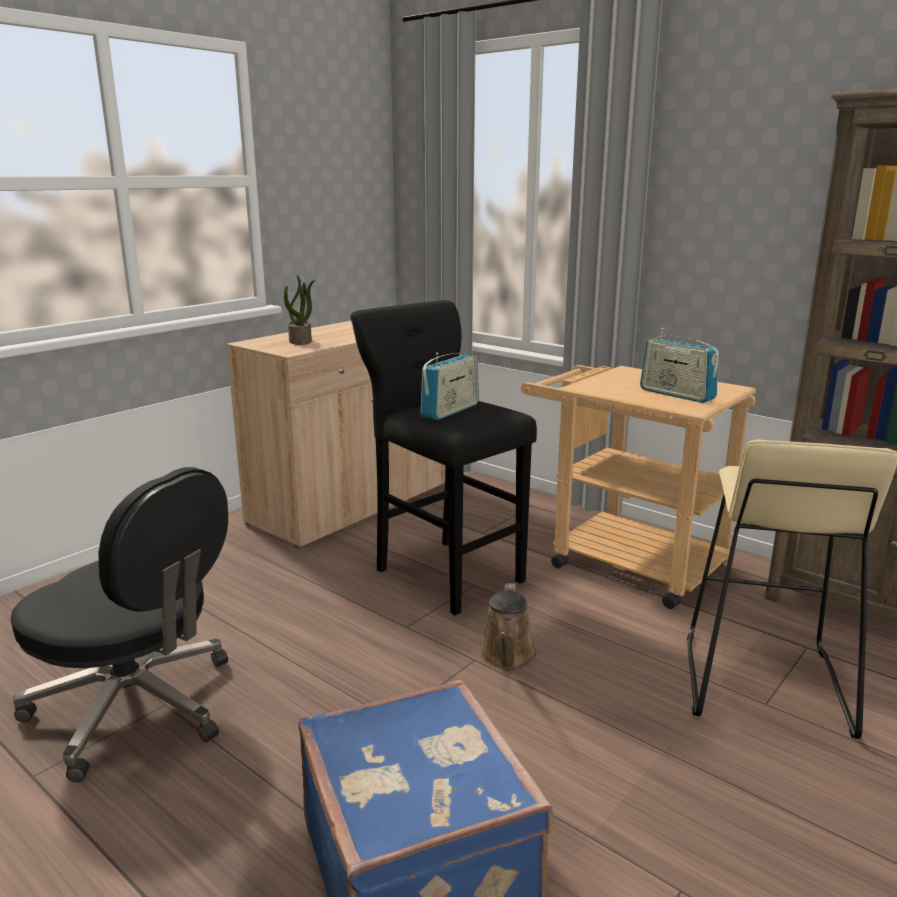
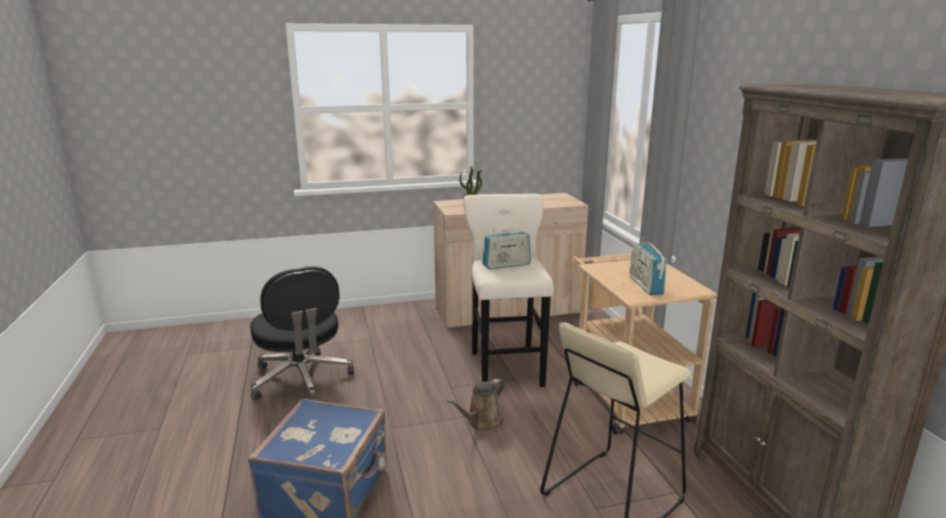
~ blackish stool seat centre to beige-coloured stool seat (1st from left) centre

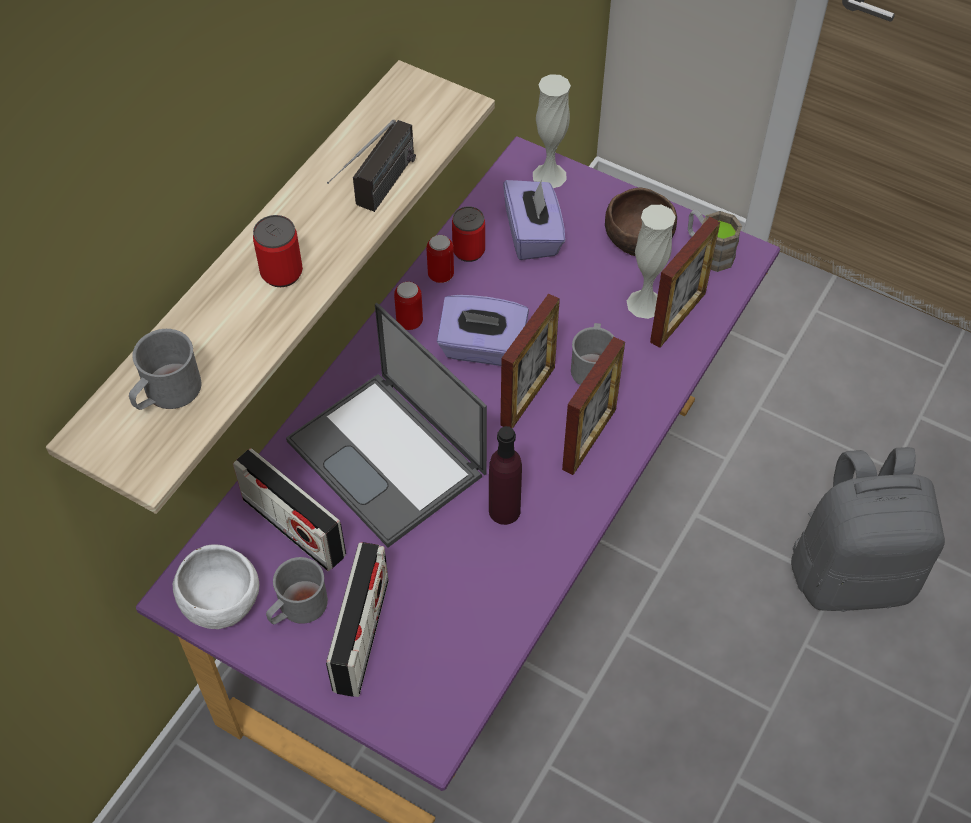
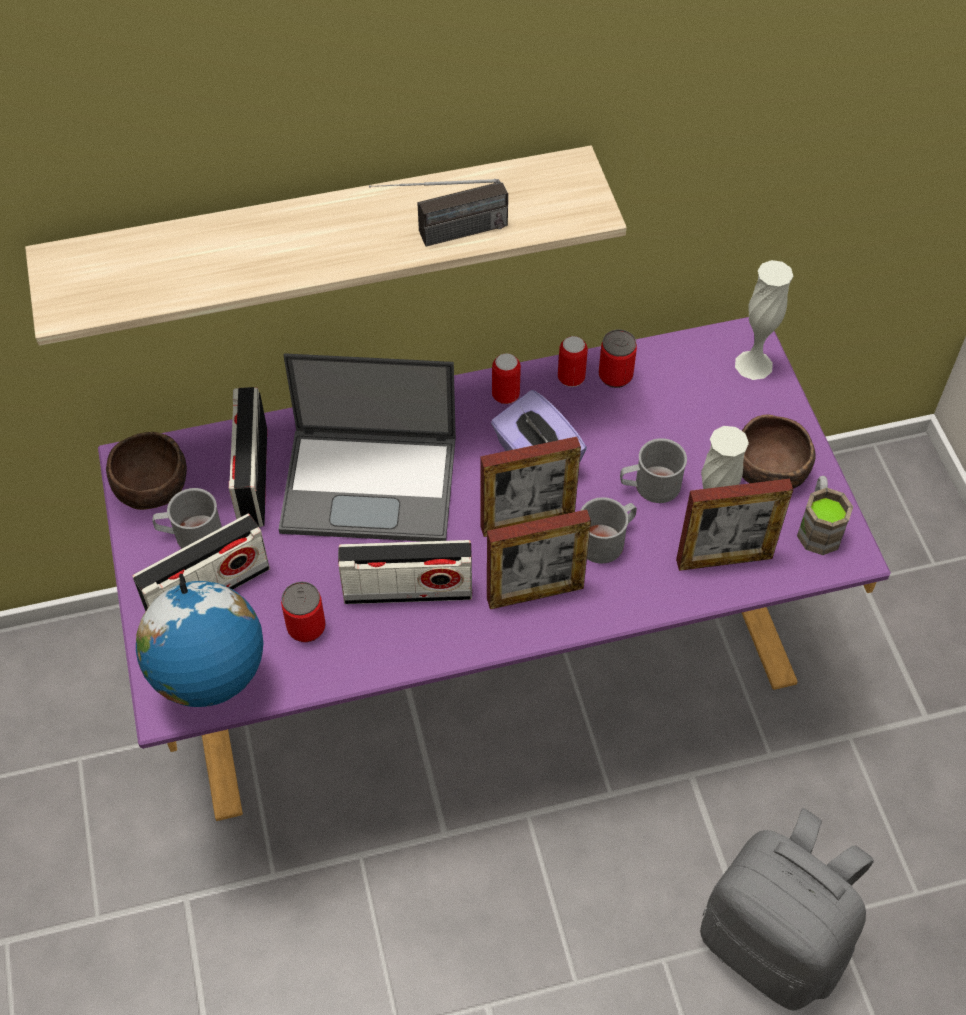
- purple box of tissues (2nd from left) top centre
~ can (1st from left) top left to middle left
~ notebook computer centre = centre 90 degrees counterclockwise
~ gray mug (1st from left in the first image) middle left to gray mug (3rd from left) middle right
~ purple beverage bottle centre to radio (3rd from left) centre
~ white bowl bottom left to brownish bowl (1st from left) middle left
+ globe middle left

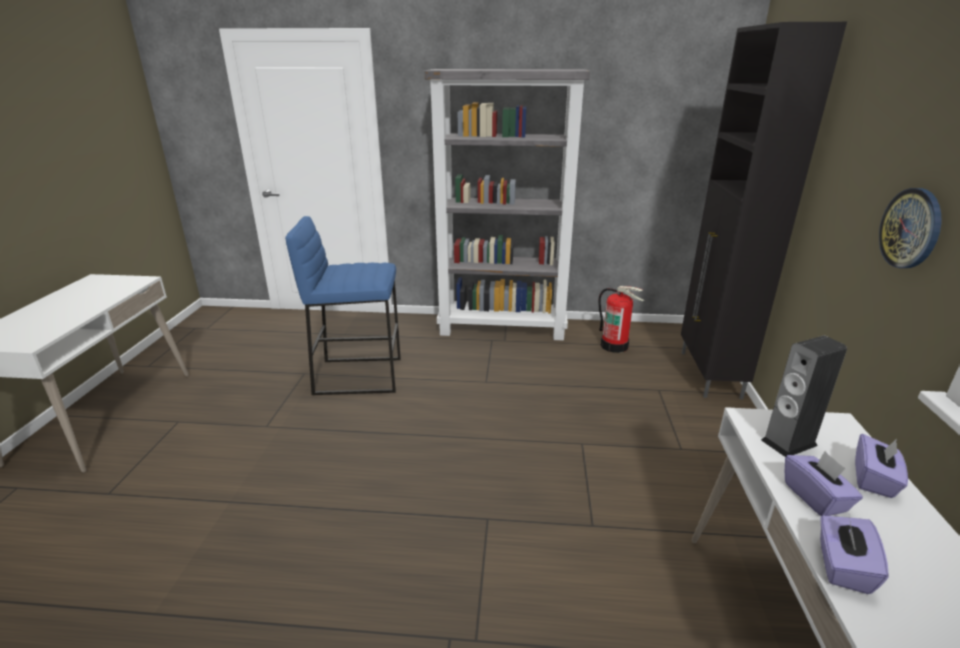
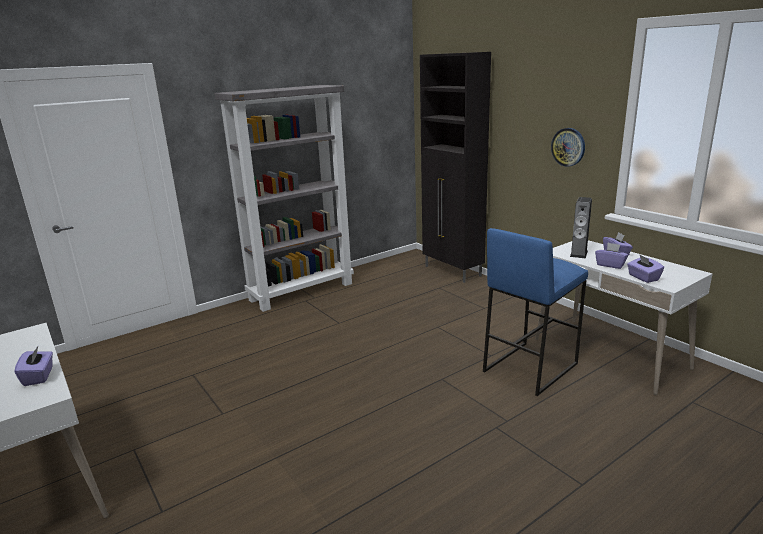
~ bluish stool seat centre to middle right
- fire-fighting cylinder centre
+ purple box of tissues (1st from left) bottom left

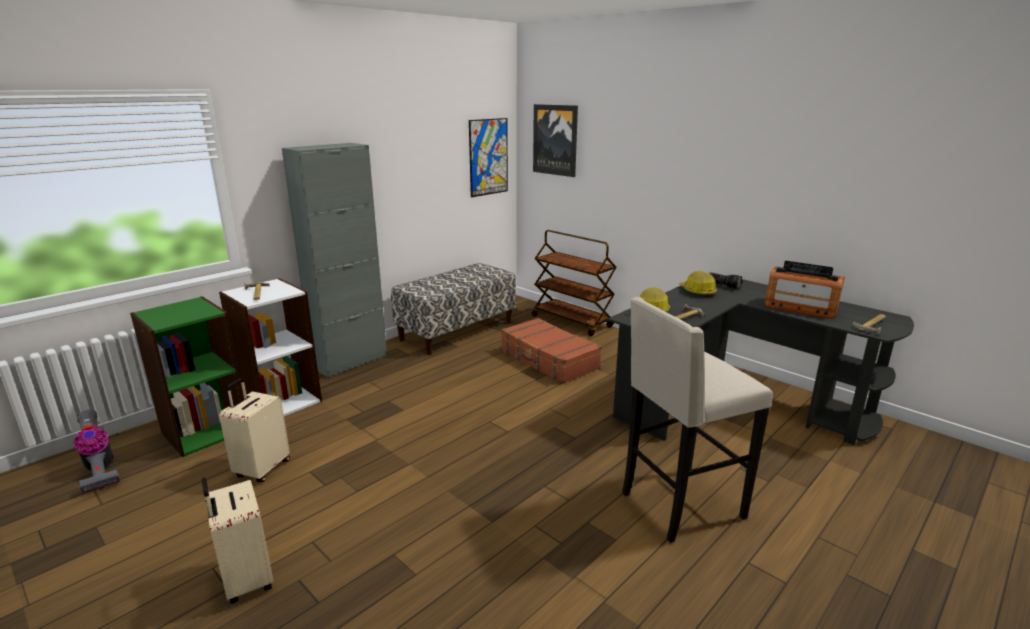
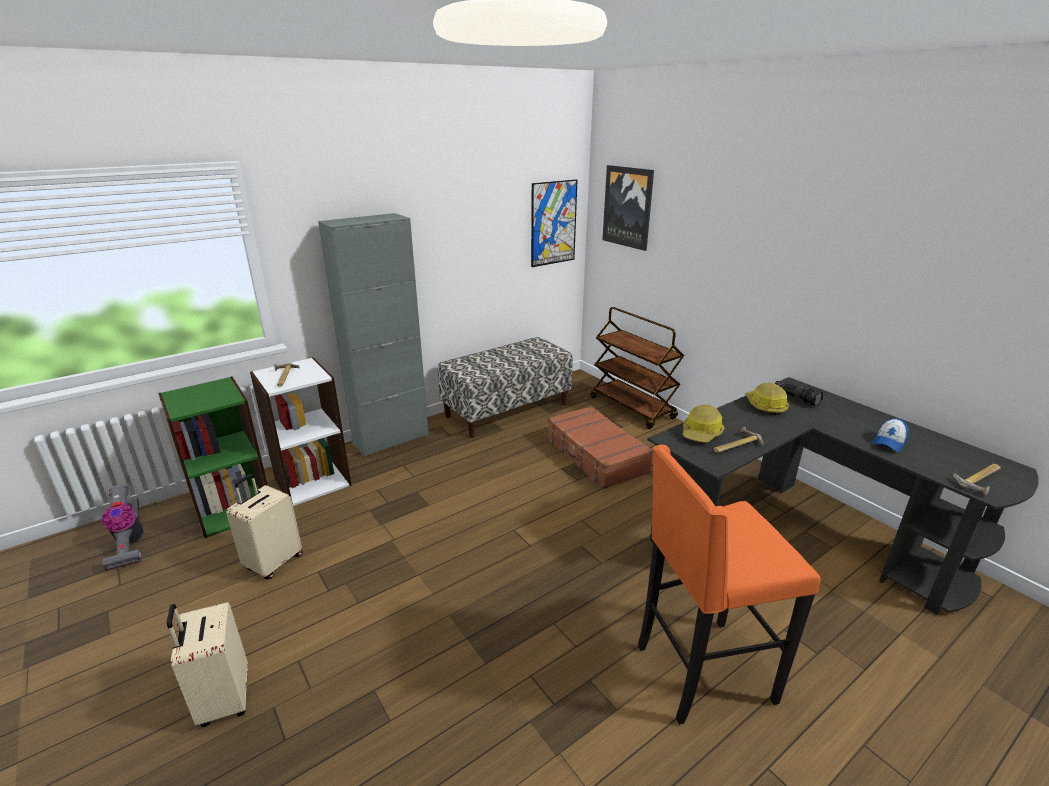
~ radio middle right to peaked cap middle right
~ beige-coloured stool seat bottom right to orangey stool seat bottom right

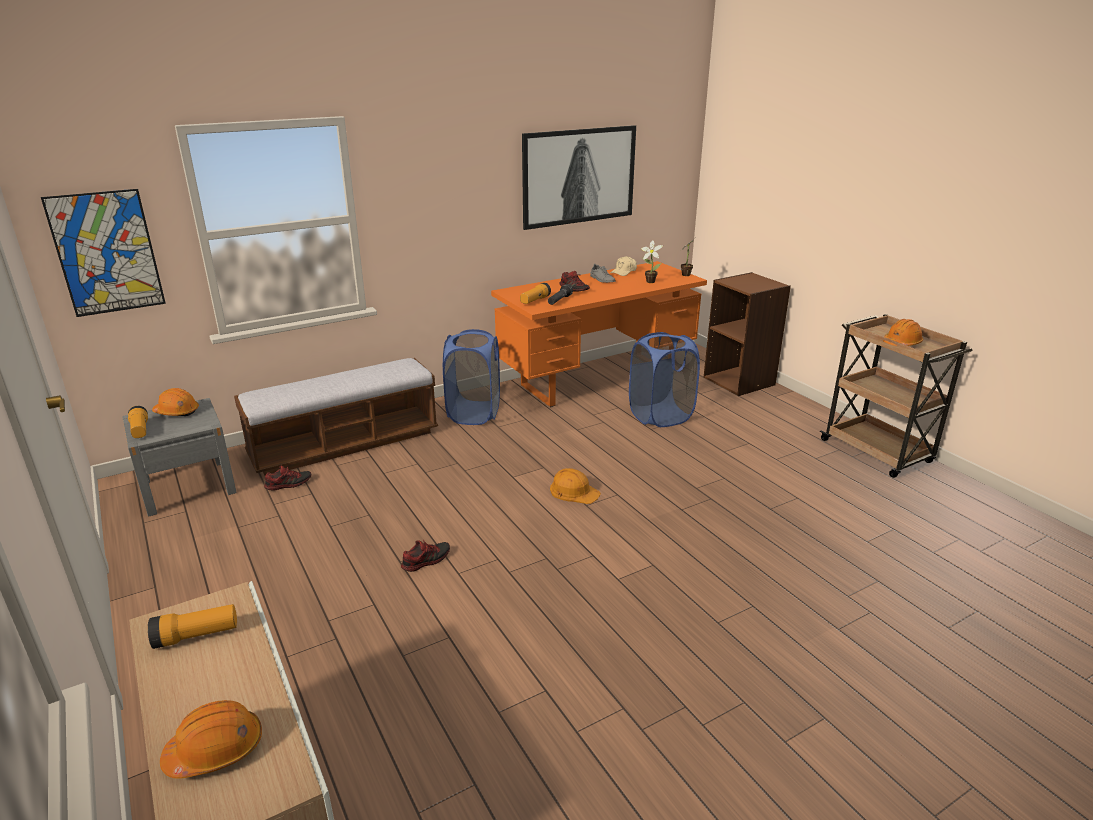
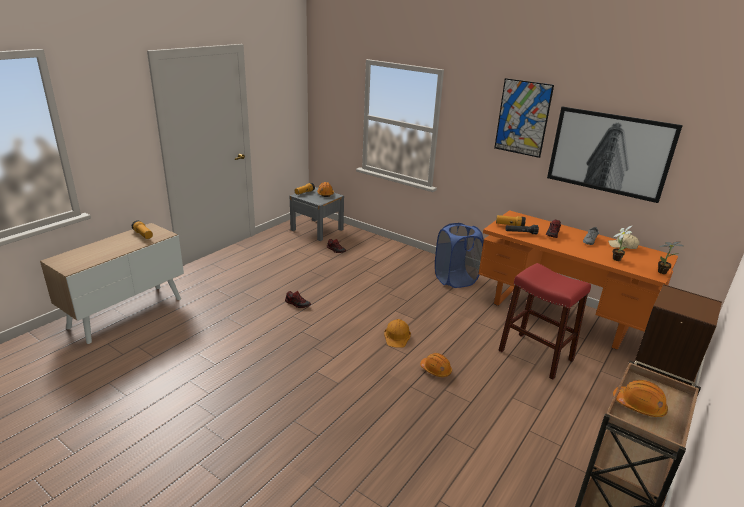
~ picture (1st from left) top left to top right
~ bluish hamper (2nd from left) centre to red-coloured stool seat middle right
- bench middle left
~ orangey work helmet (2nd from left in the first image) bottom left to orangey work helmet (3rd from left) bottom centre

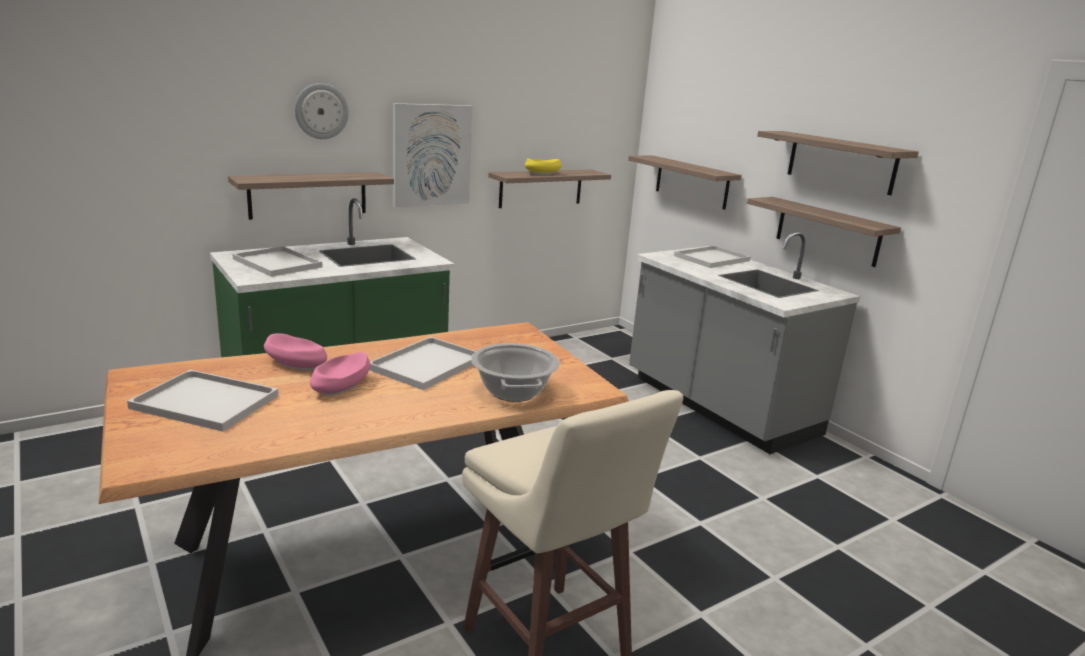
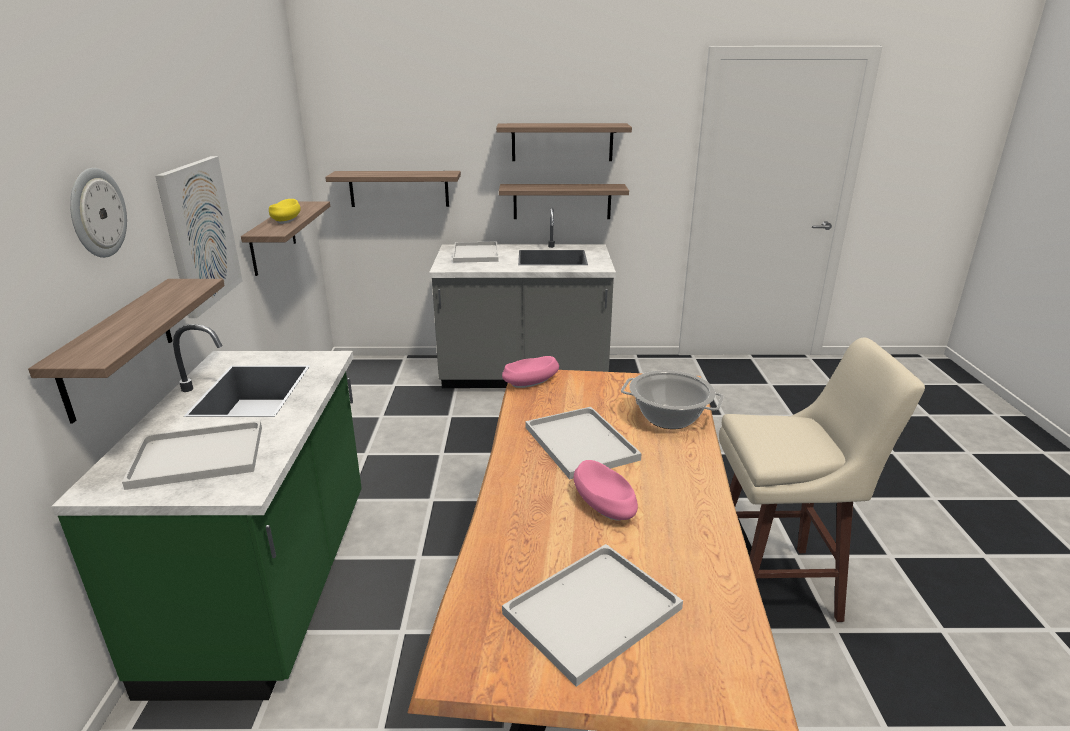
~ pink-coloured bowl (1st from left) middle left to centre

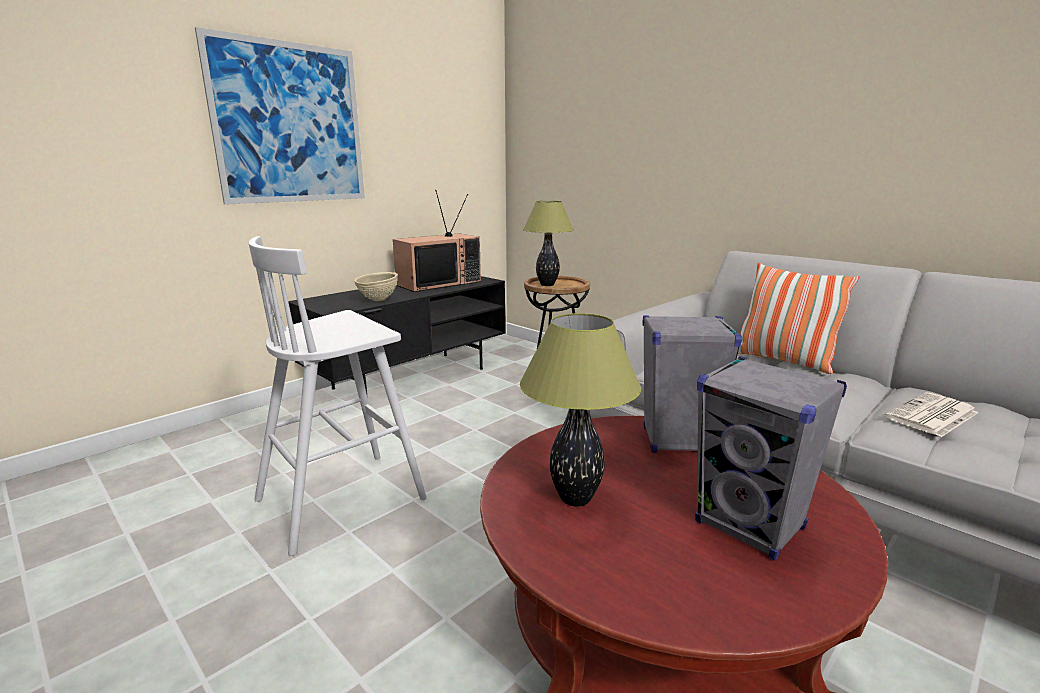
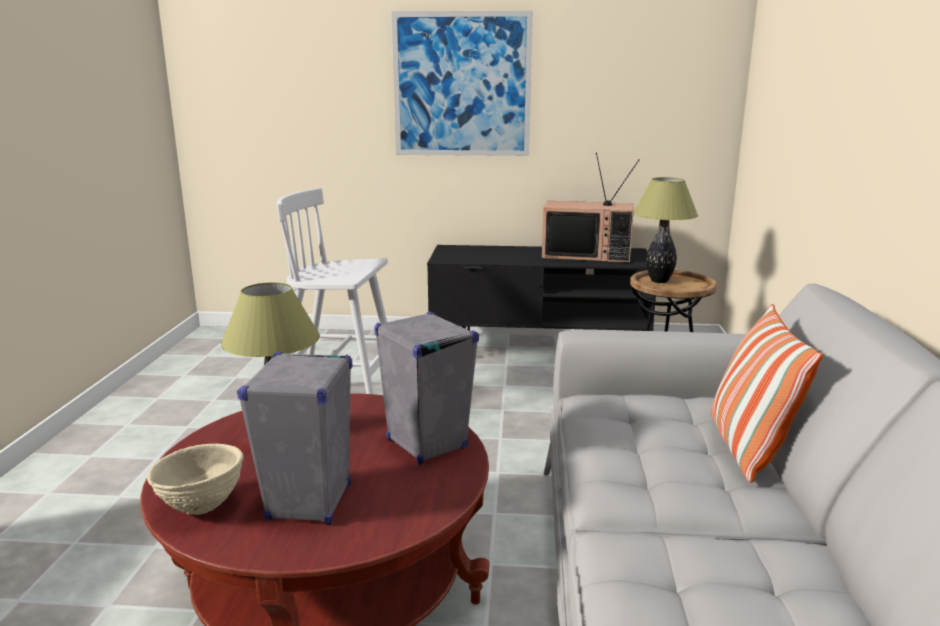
~ beige-coloured bowl centre to bottom left
- daily paper middle right

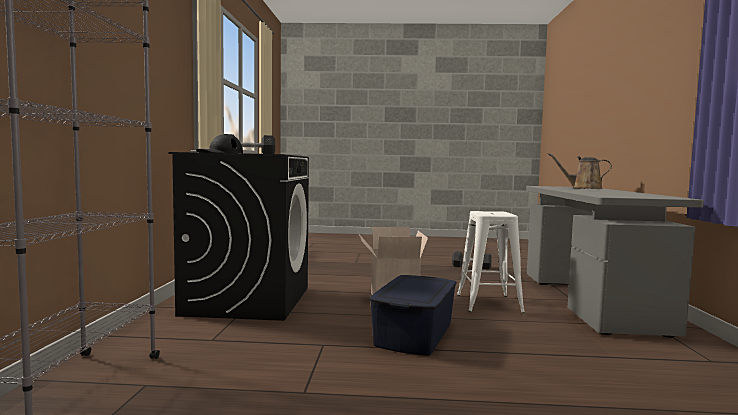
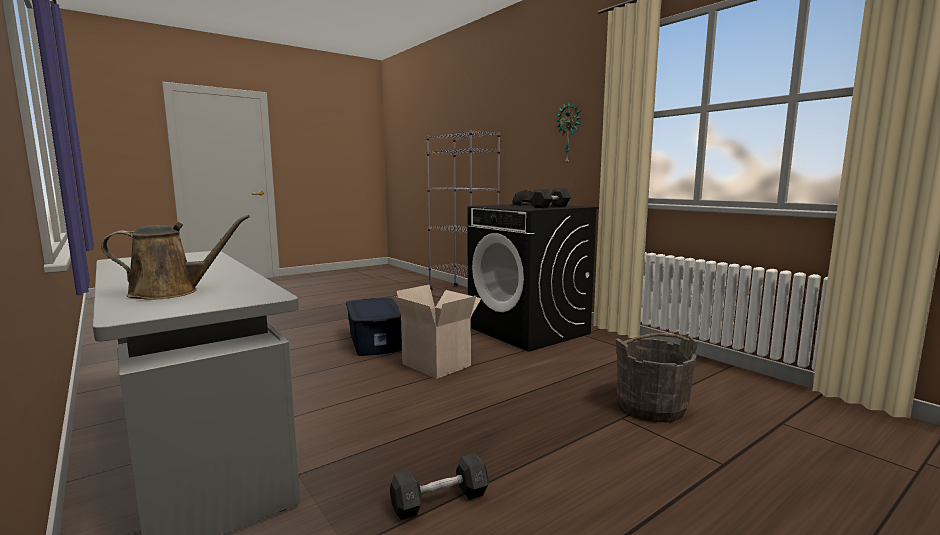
- white stool seat centre
+ clock on the wall top centre
+ gray bucket bottom right

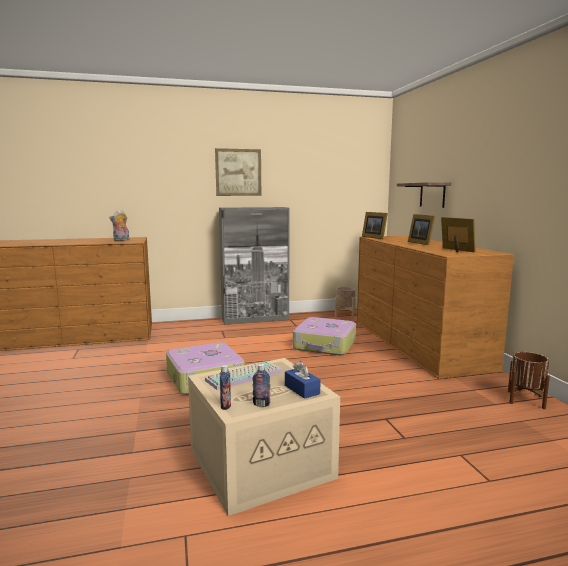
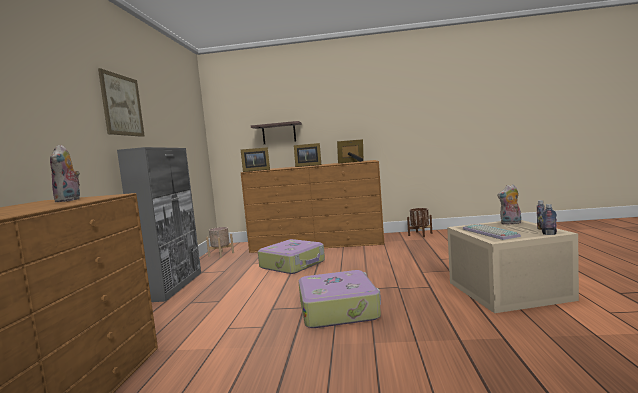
~ bluish box of tissues bottom centre to soft toy (2nd from left) middle right

